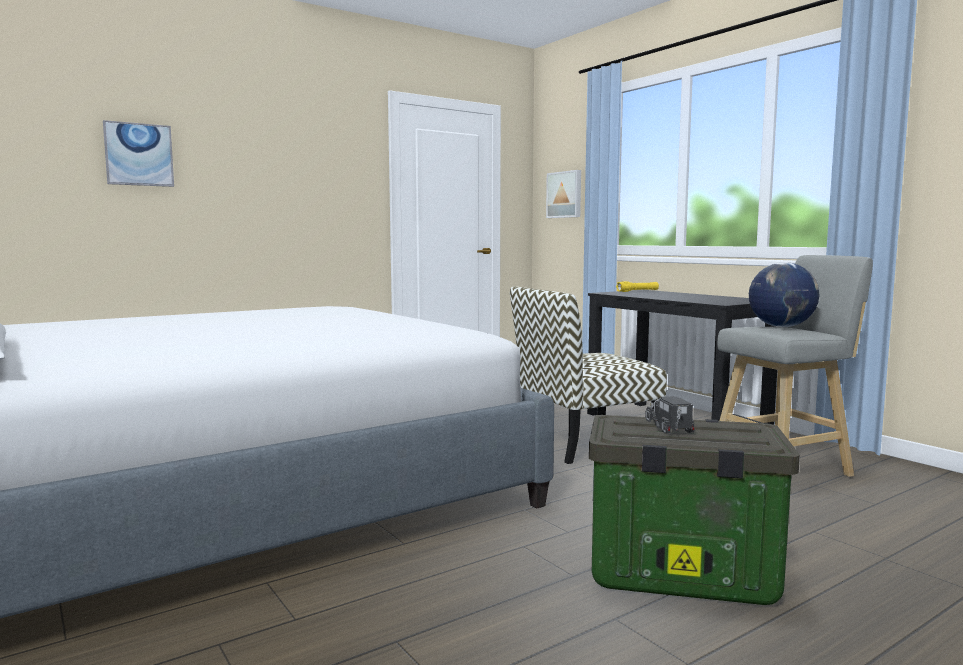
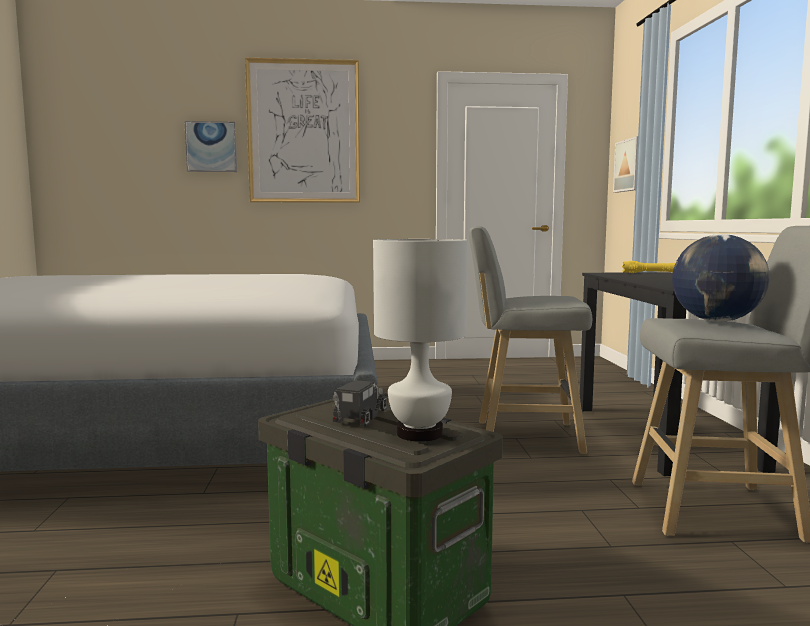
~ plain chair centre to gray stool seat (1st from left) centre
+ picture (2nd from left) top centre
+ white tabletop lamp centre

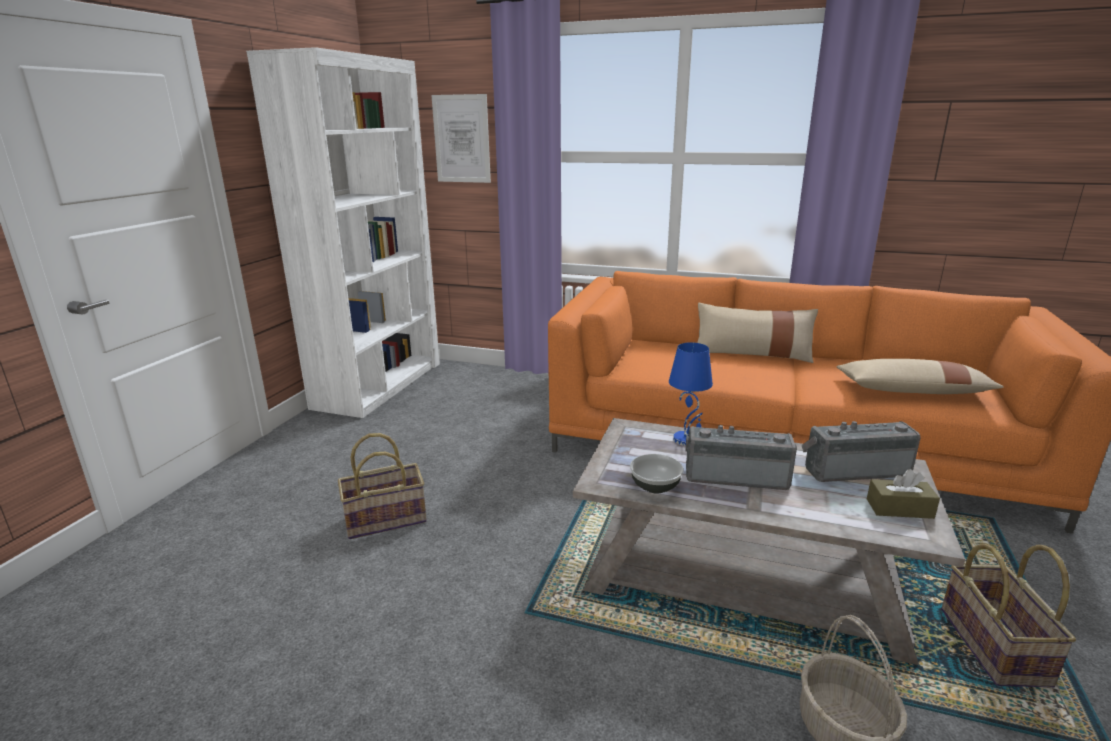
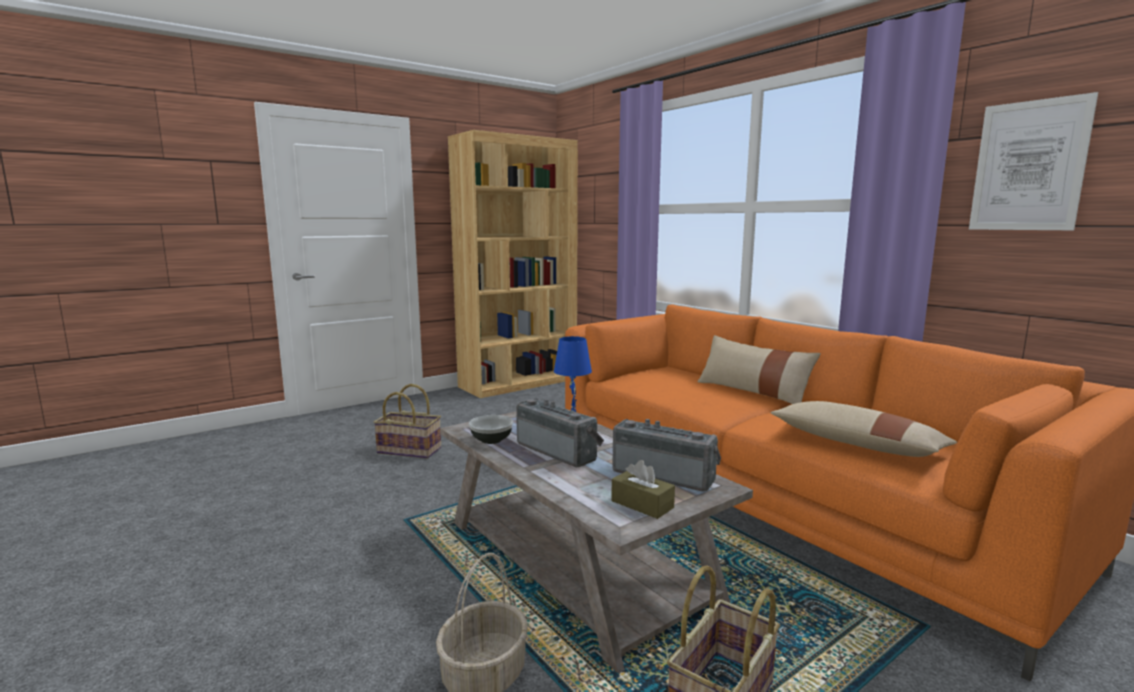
~ white bookshelf top left to brownish bookshelf centre
~ picture top centre to top right

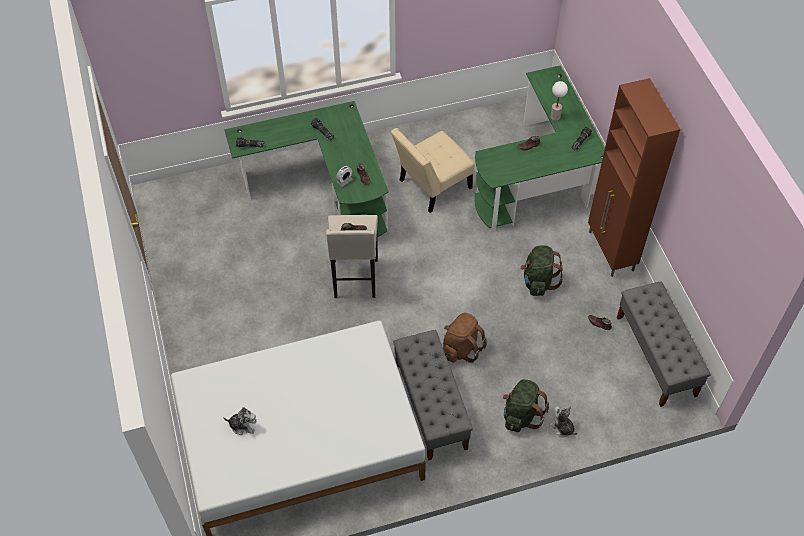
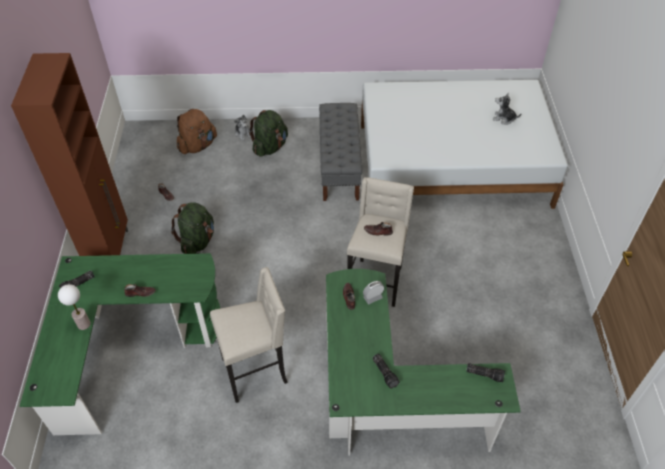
~ beige-coloured plain chair top centre to beige-coloured stool seat (1st from left) bottom centre
- gray bench (2nd from left) middle right
~ brownish backpack centre to top left

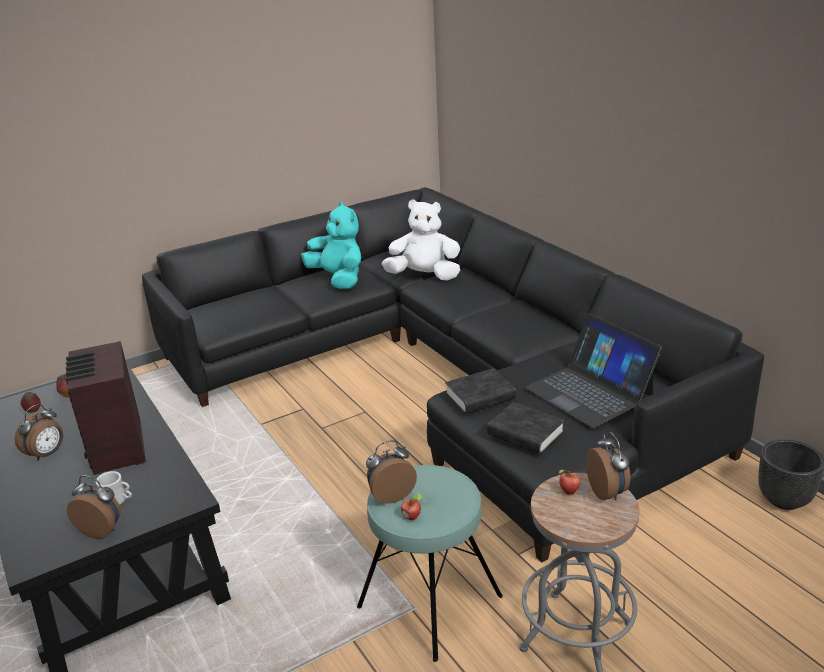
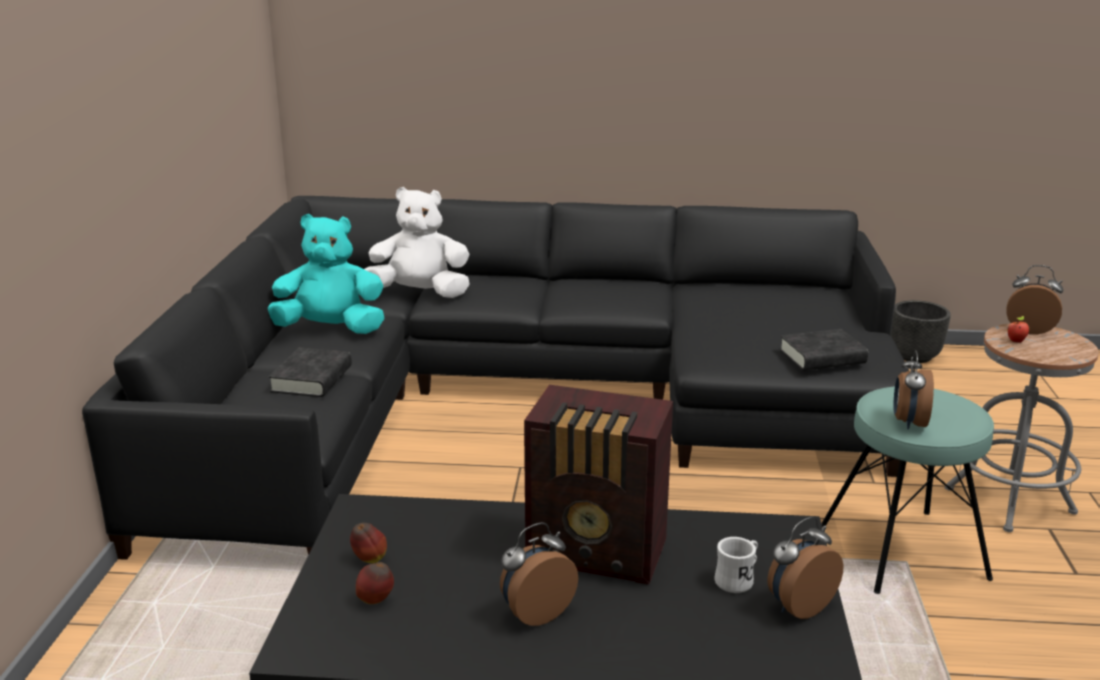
~ white soft toy centre = centre 45 degrees clockwise
- notebook computer middle right
~ blackish book (1st from left) centre to middle left
~ alarm clock (1st from left) middle left = bottom centre 105 degrees counterclockwise
- apple fruit (3rd from left) bottom centre

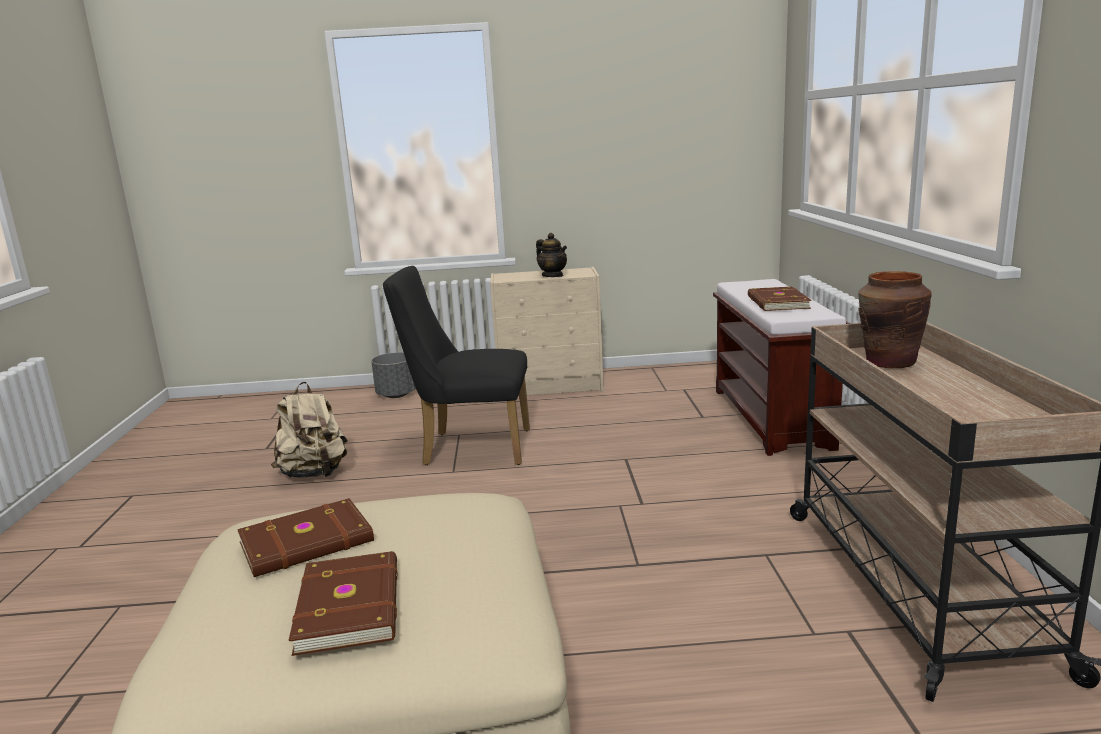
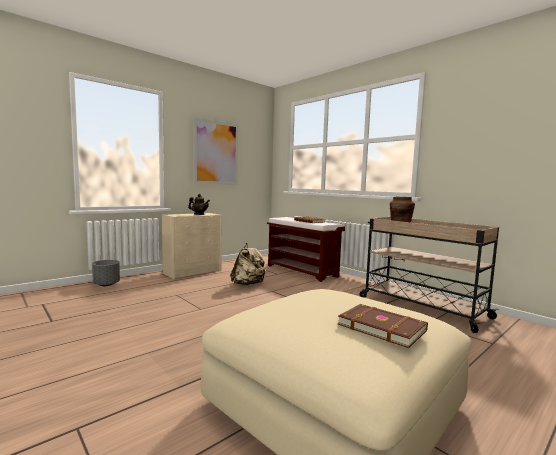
- blackish plain chair centre
~ beige-coloured backpack middle left to centre
- brownish book (1st from left) bottom left
+ picture top centre

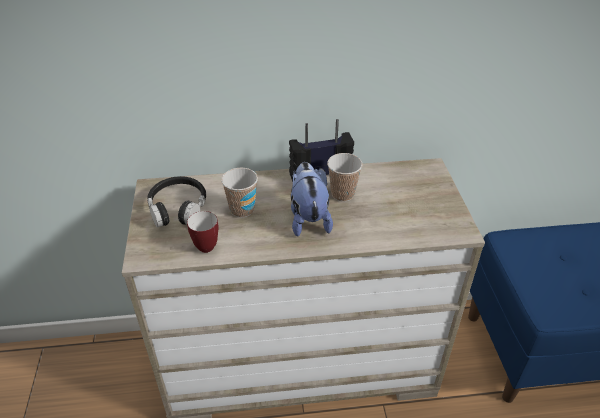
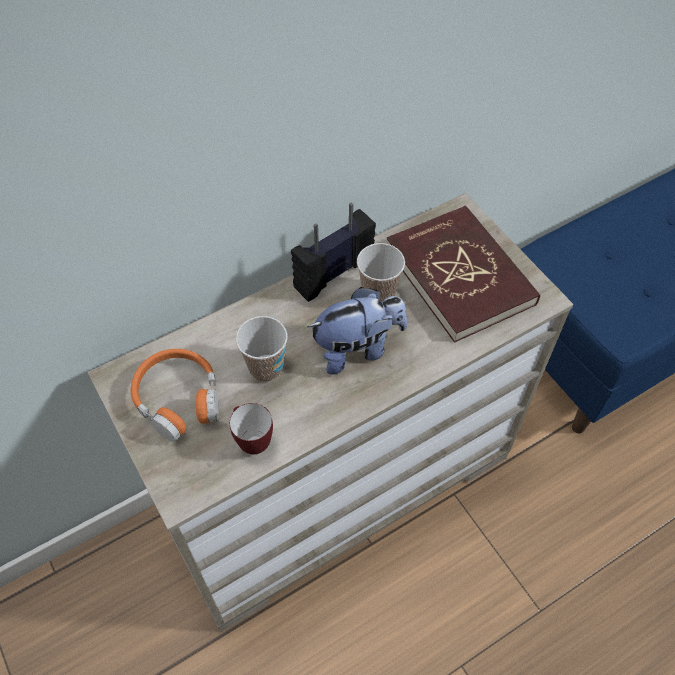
~ soft toy centre = centre 105 degrees clockwise
~ blackish pair of headphones middle left to orangey pair of headphones middle left
+ red-coloured book middle right

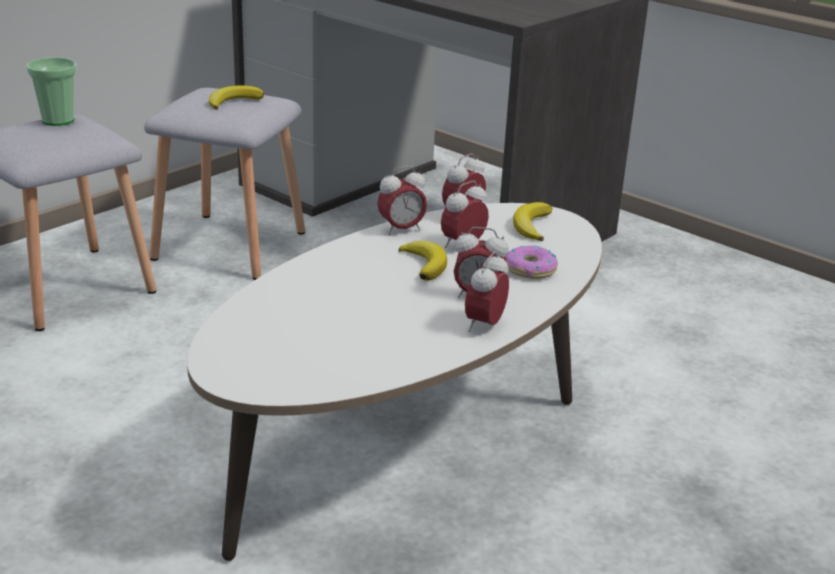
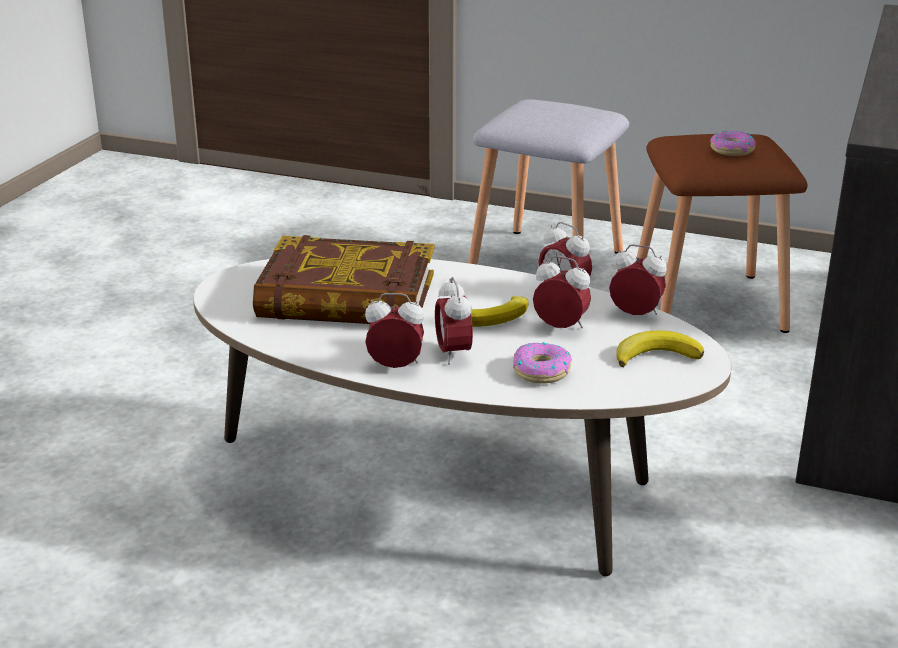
- drinking cup top left
~ banana fruit (1st from left) top left to doughnut (2nd from left) top right
~ gray stool seat (2nd from left) top left to brownish stool seat middle right
+ book centre

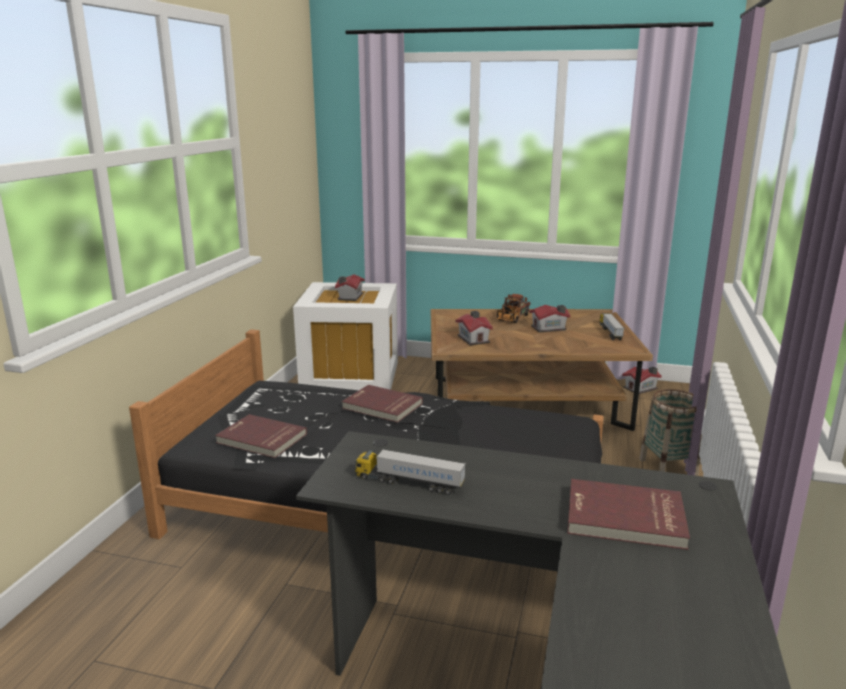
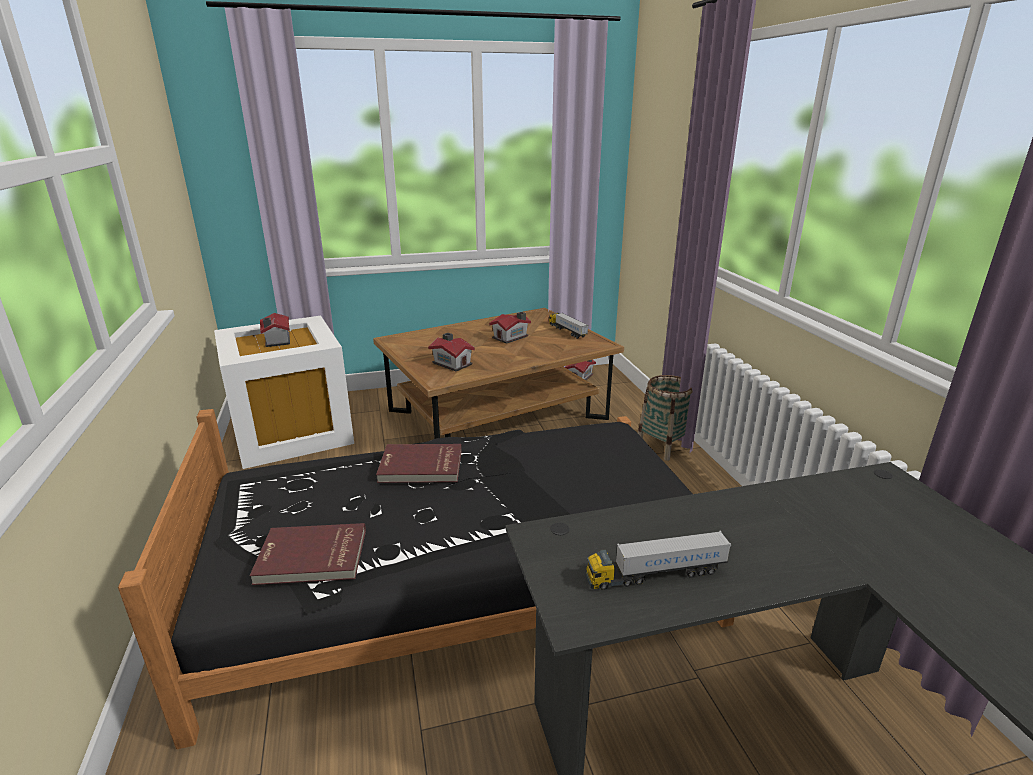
- model truck (2nd from left) centre
- red-coloured book (3rd from left) bottom right

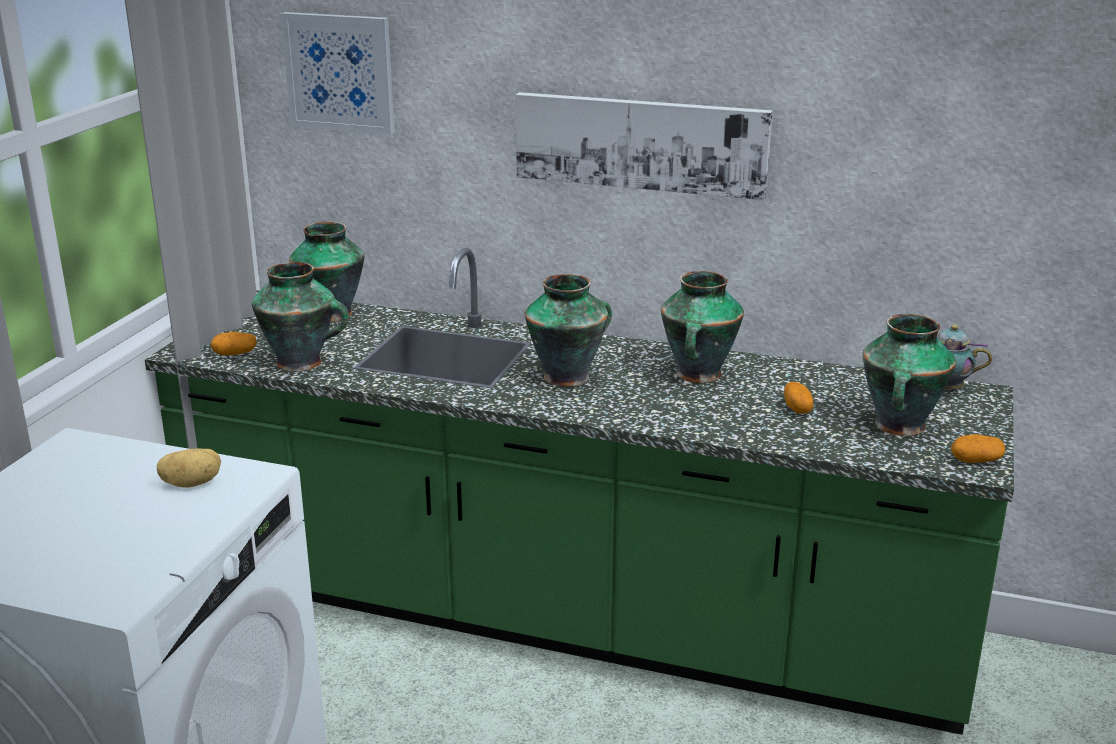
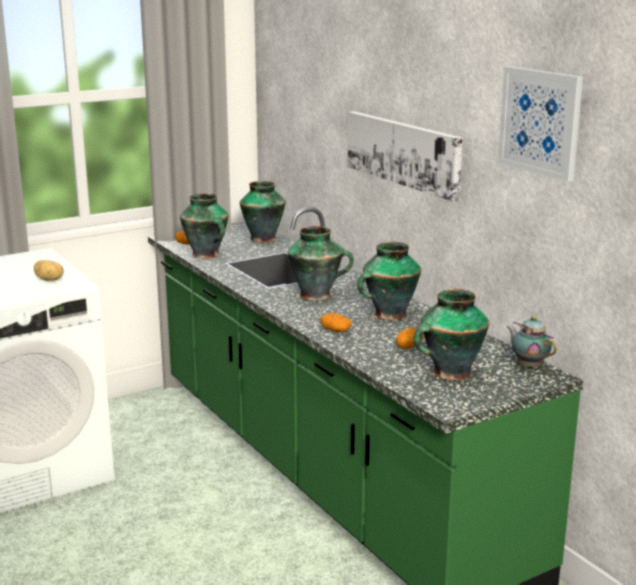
~ picture (1st from left in the first image) top left to picture (2nd from left) top right
~ whole potato (4th from left in the first image) middle right to whole potato (3rd from left) centre

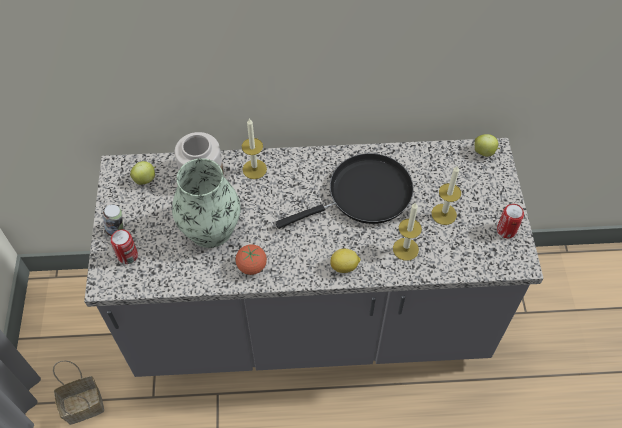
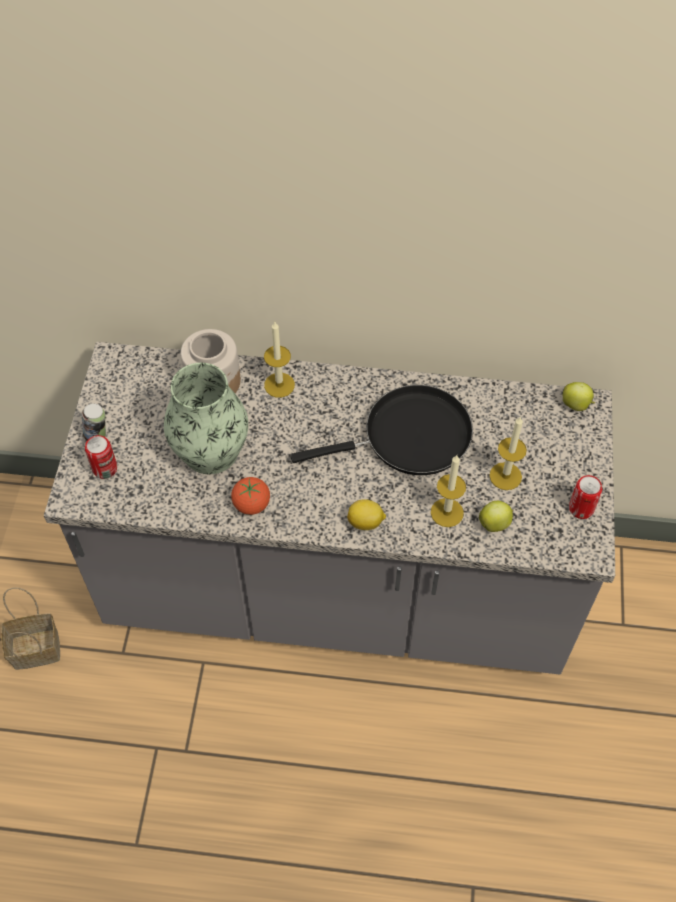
~ apple fruit (1st from left) middle left to middle right

